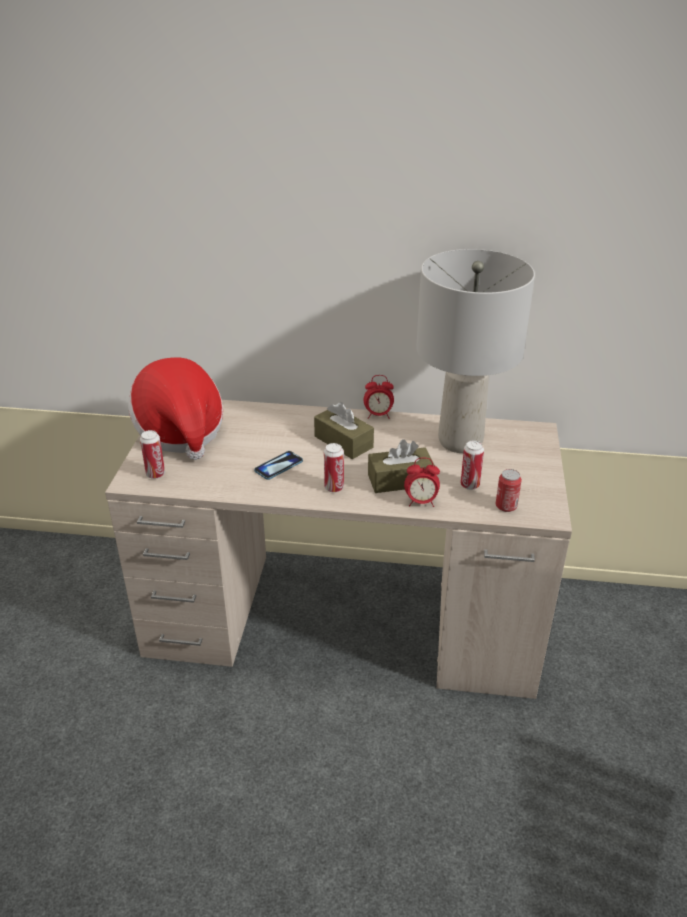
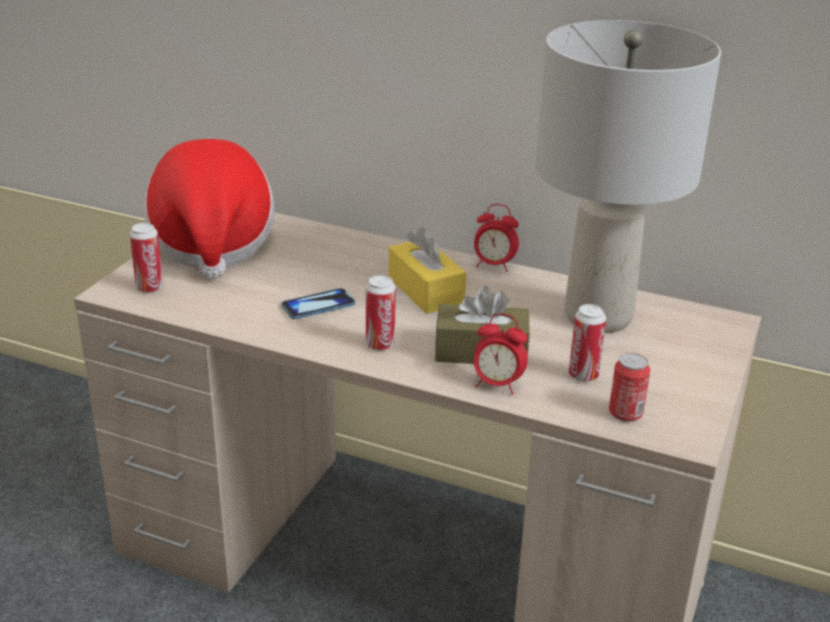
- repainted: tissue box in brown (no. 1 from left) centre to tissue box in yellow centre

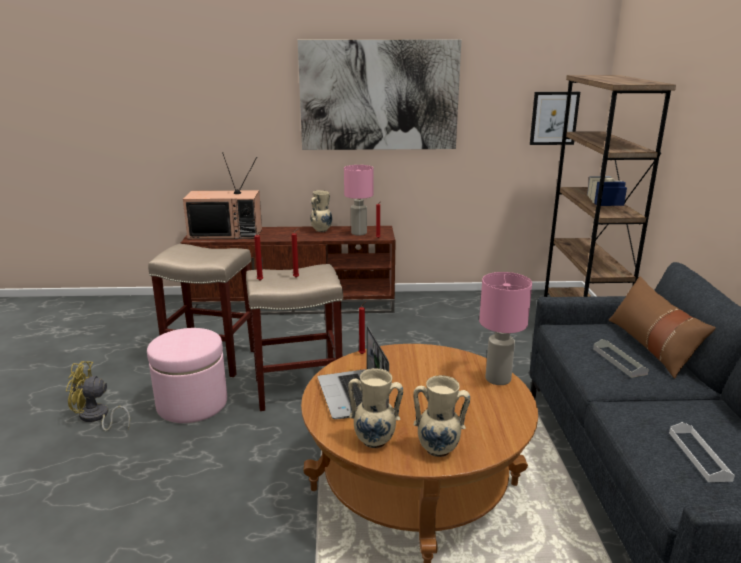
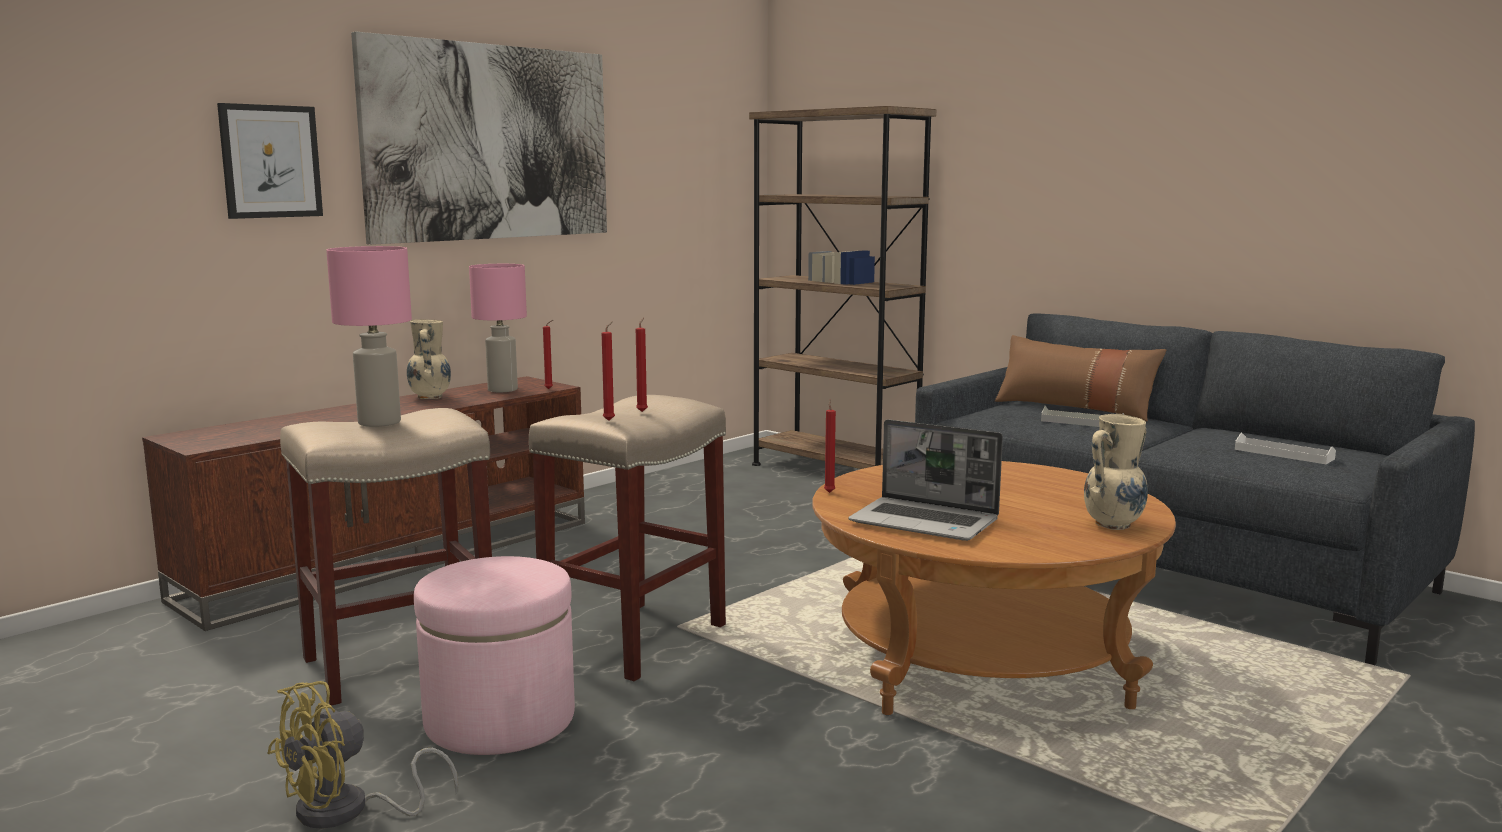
- gone: television middle left
- gone: vase in beige (no. 2 from left) bottom centre
- shifted: table lamp in pink (no. 2 from left in the first image) middle right to table lamp in pink (no. 1 from left) middle left
- shifted: picture (no. 2 from left in the first image) top right to picture (no. 1 from left) top left

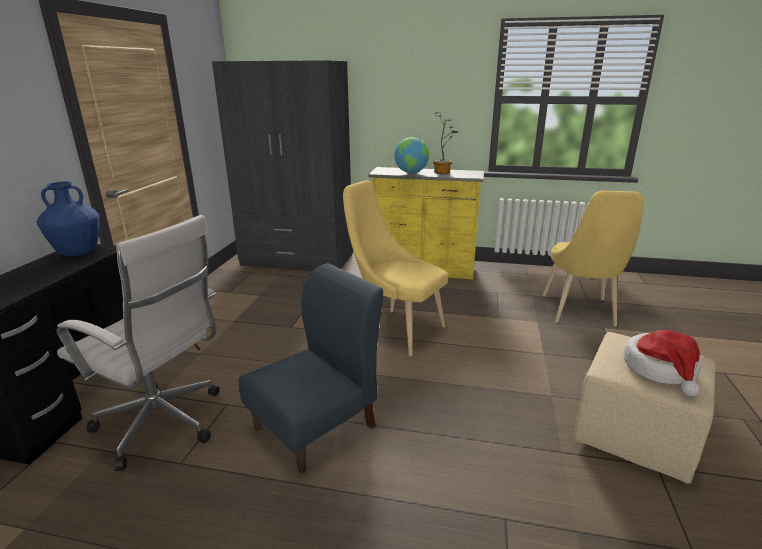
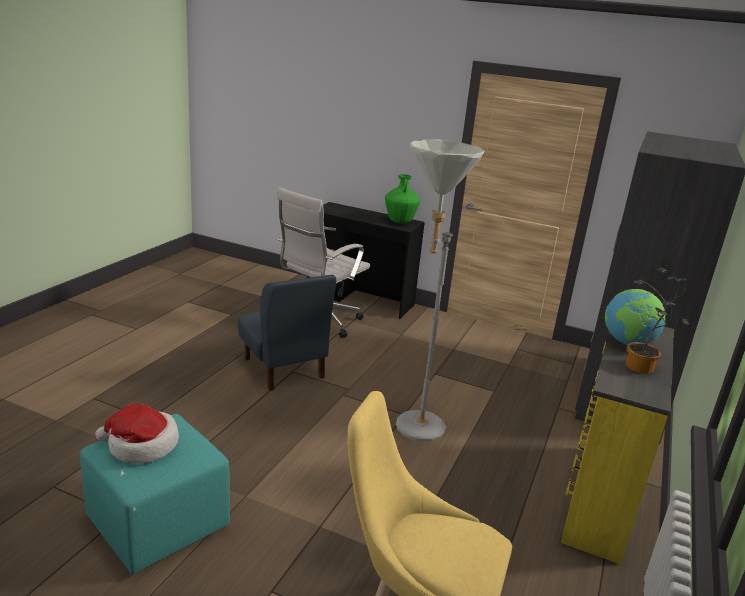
- repainted: vase in blue middle left to vase in green centre
- swapped: chair in yellow (no. 1 from left) centre to floor lamp in grey centre
- repainted: ottoman in beige bottom right to ottoman in turquoise bottom left

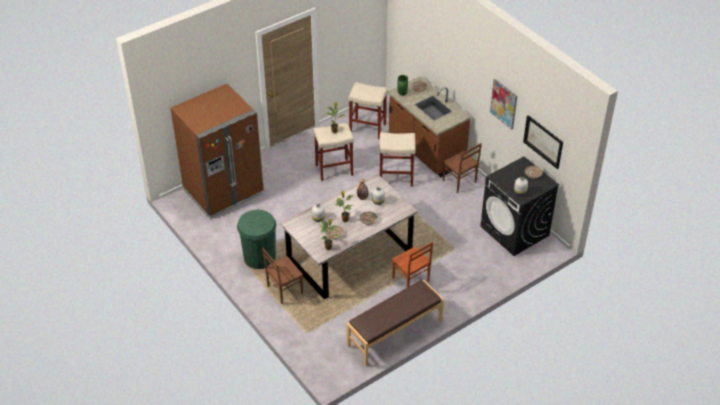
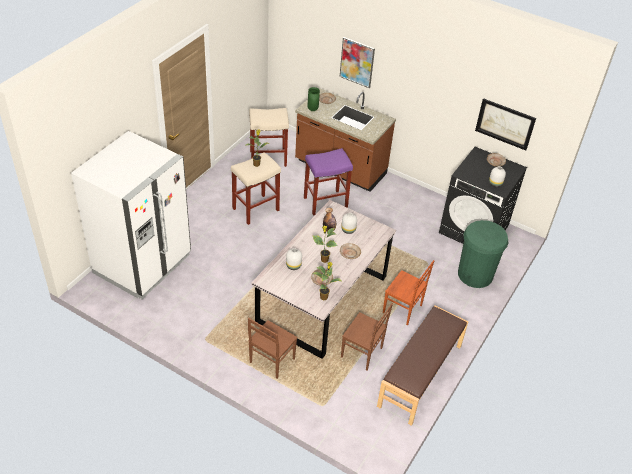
- repainted: fridge in brown middle left to fridge in white middle left
- shifted: trash can in green centre to middle right
- repainted: stool in beige (no. 3 from left) centre to stool in purple centre
- shifted: chair in brown (no. 3 from left in the first image) centre to chair in brown (no. 2 from left) bottom centre
- shifted: picture (no. 1 from left) top right to top centre

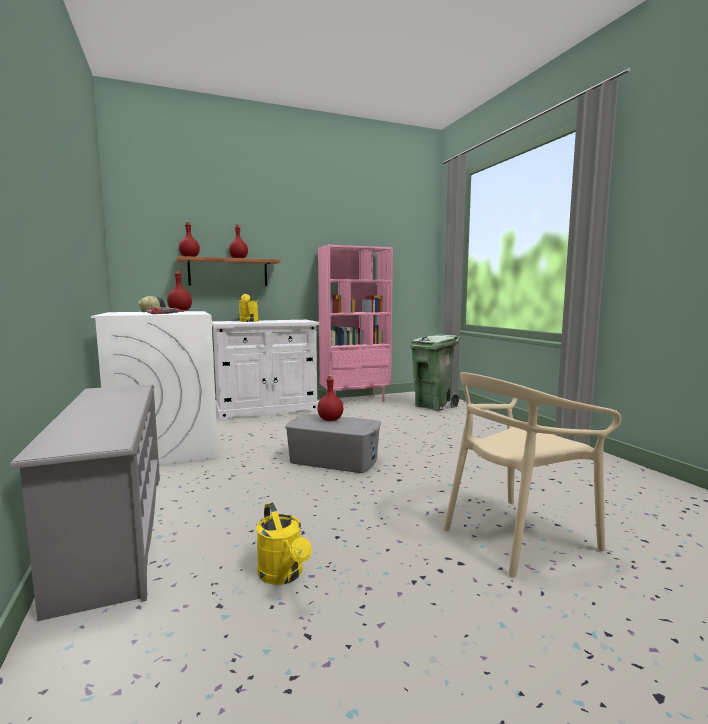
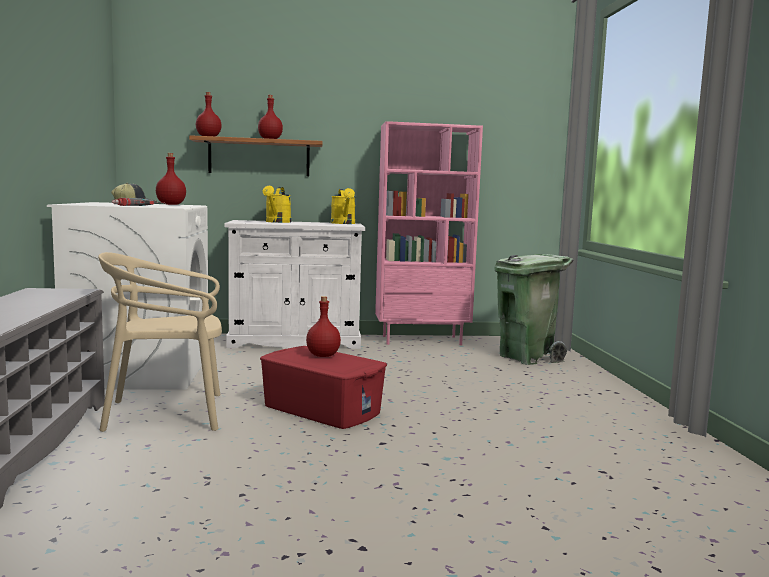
- shifted: watering can in yellow (no. 2 from left) bottom centre to centre
- repainted: storage box in grey centre to storage box in red bottom centre
- shifted: chair in beige middle right to middle left

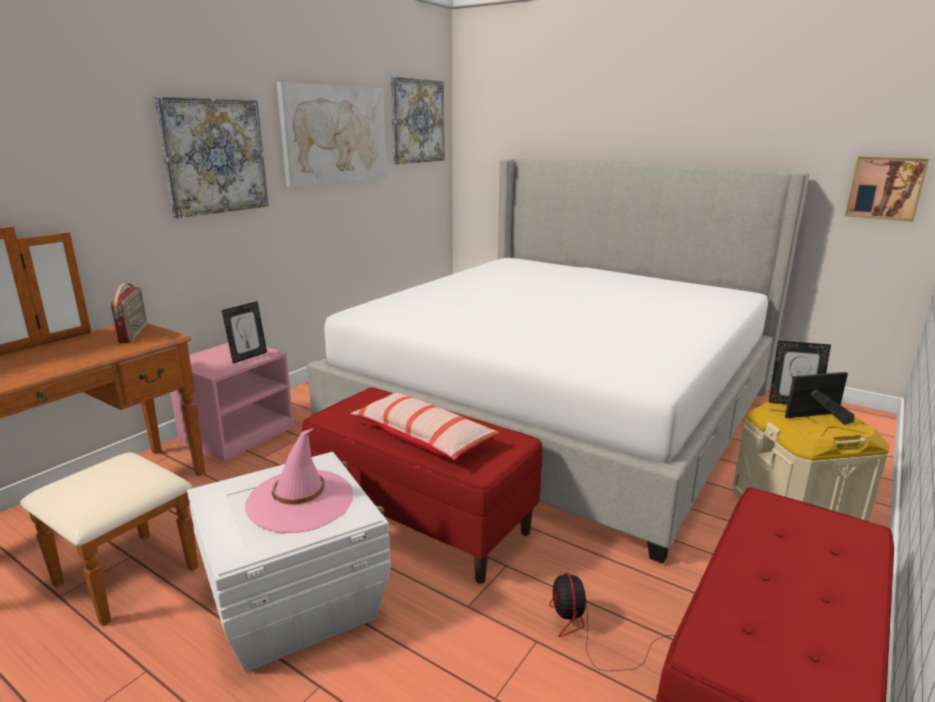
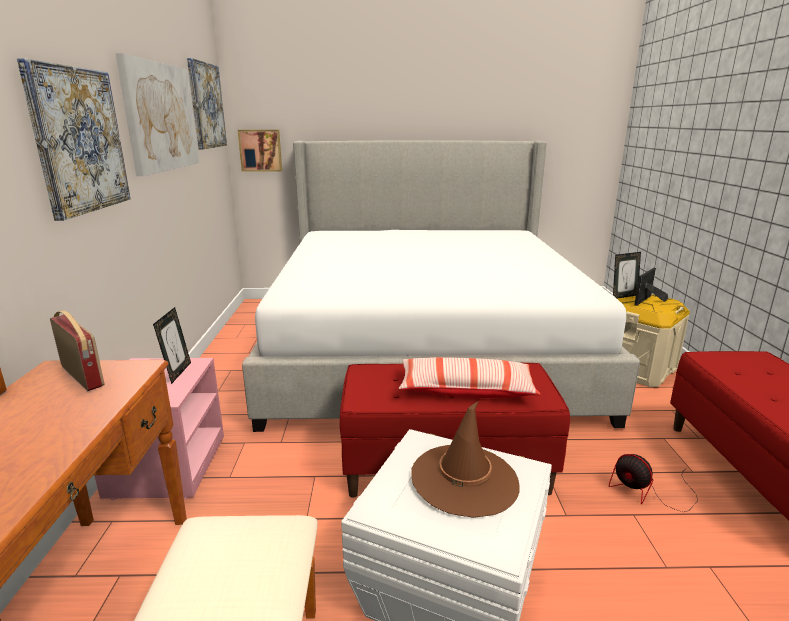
- repainted: hat in pink bottom left to hat in brown bottom centre
- shifted: picture (no. 4 from left) top right to top left

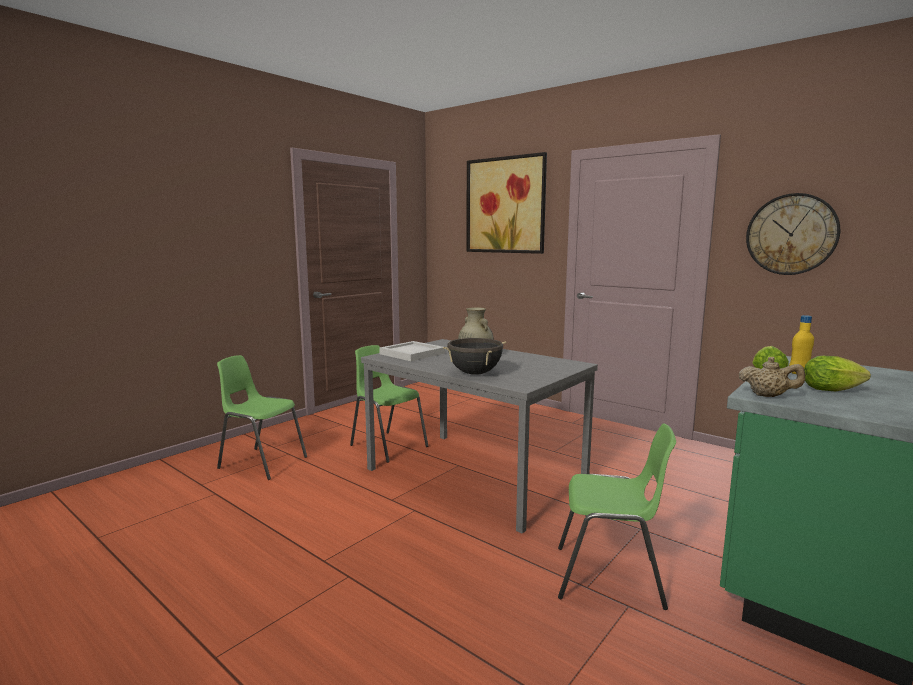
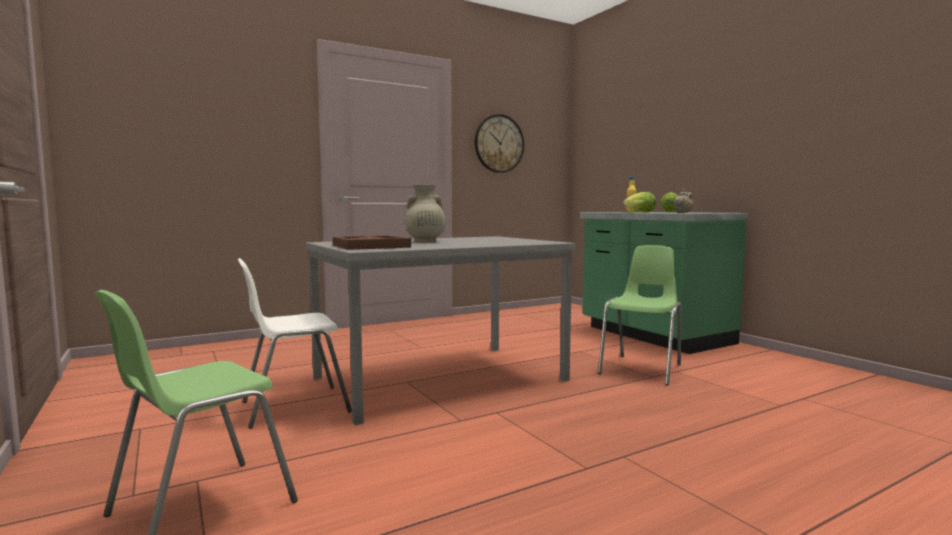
- repainted: chair in green (no. 2 from left) centre to chair in white middle left
- repainted: tray in white centre to tray in brown centre
- gone: cooking pot in black centre
- gone: picture top centre

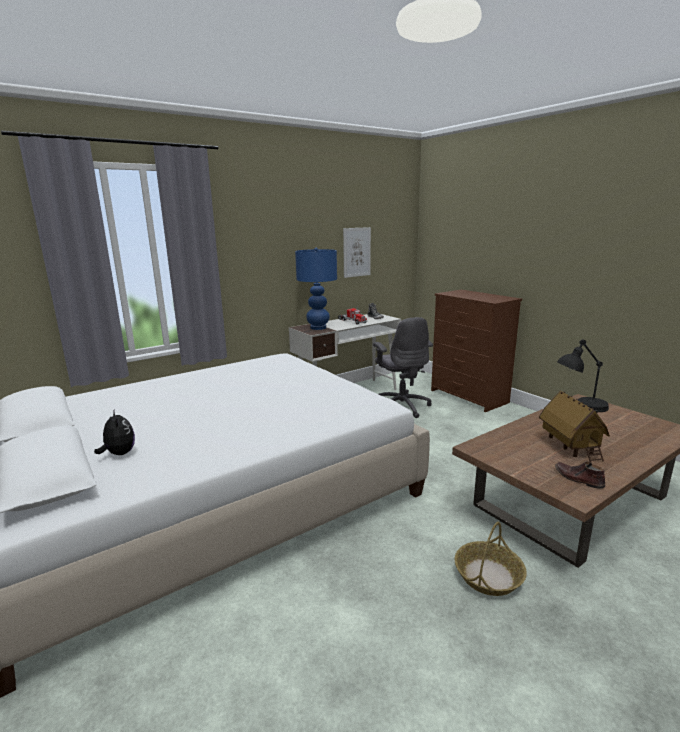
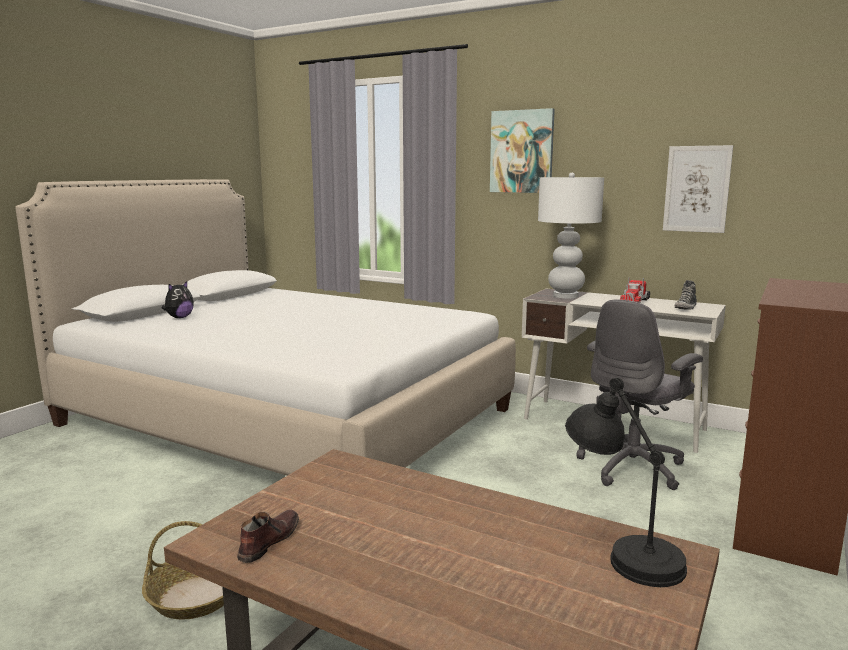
- repainted: table lamp in blue centre to table lamp in white middle right
- gone: toy house middle right
- new: picture (no. 1 from left) top centre

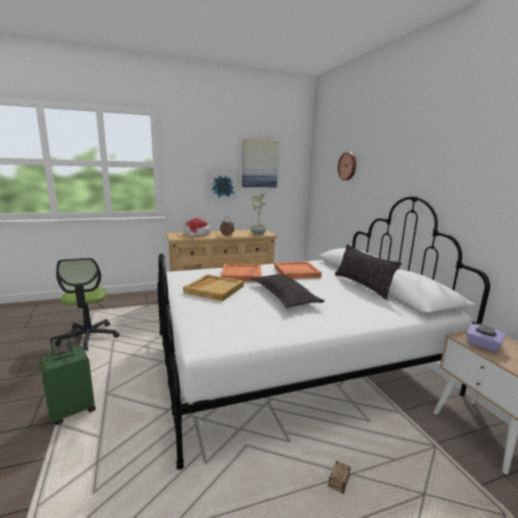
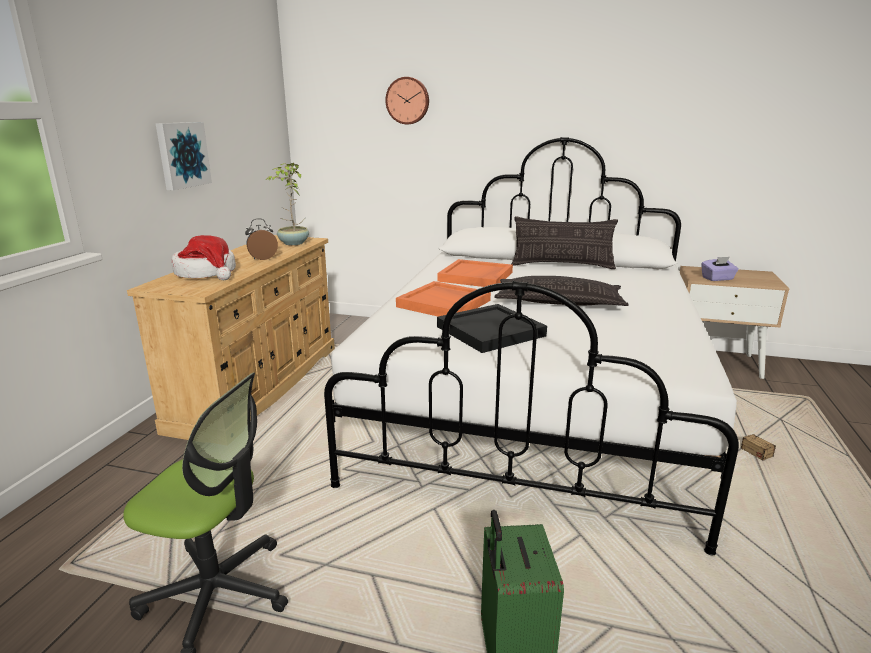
- repainted: tray in beige centre to tray in black centre
- gone: picture (no. 2 from left) top centre

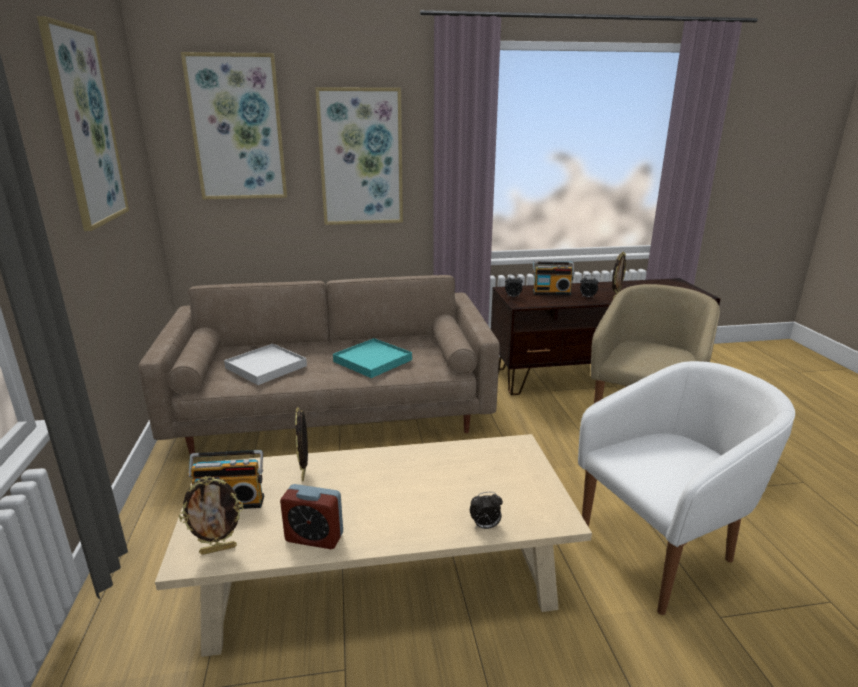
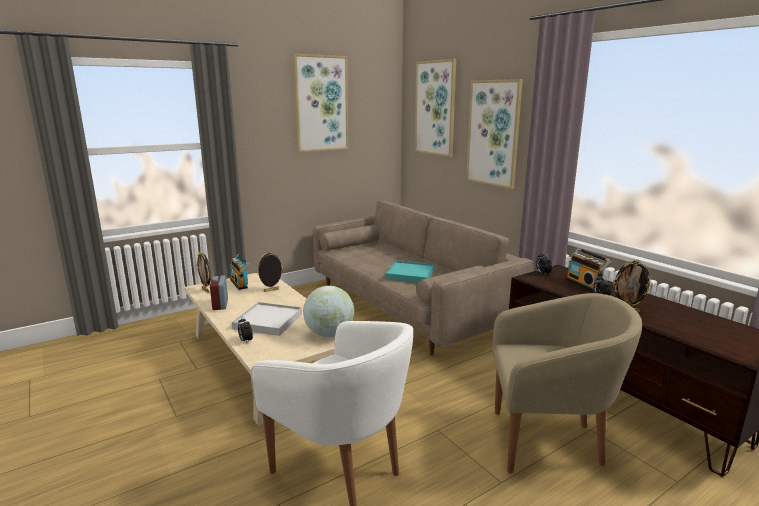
- shifted: tray in white middle left to centre
- new: globe centre

